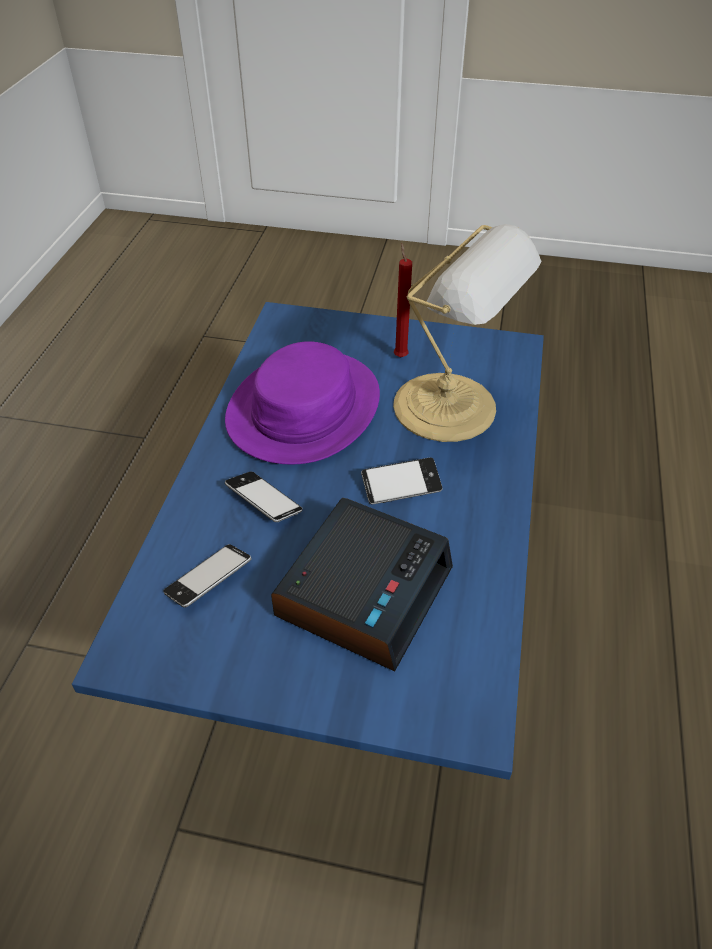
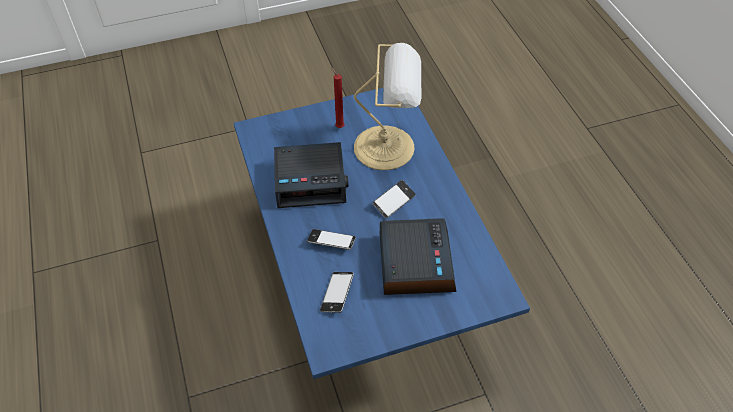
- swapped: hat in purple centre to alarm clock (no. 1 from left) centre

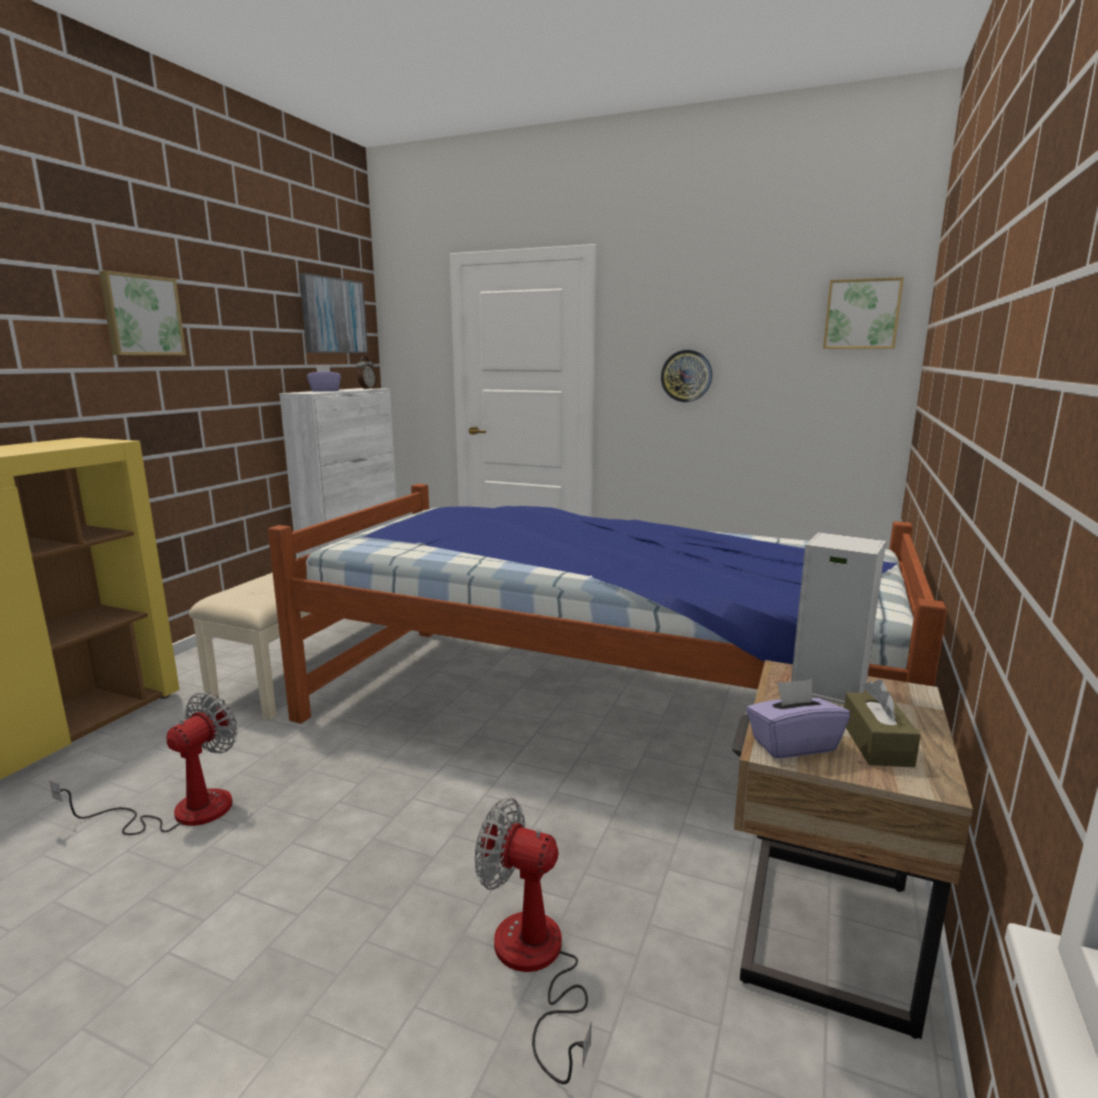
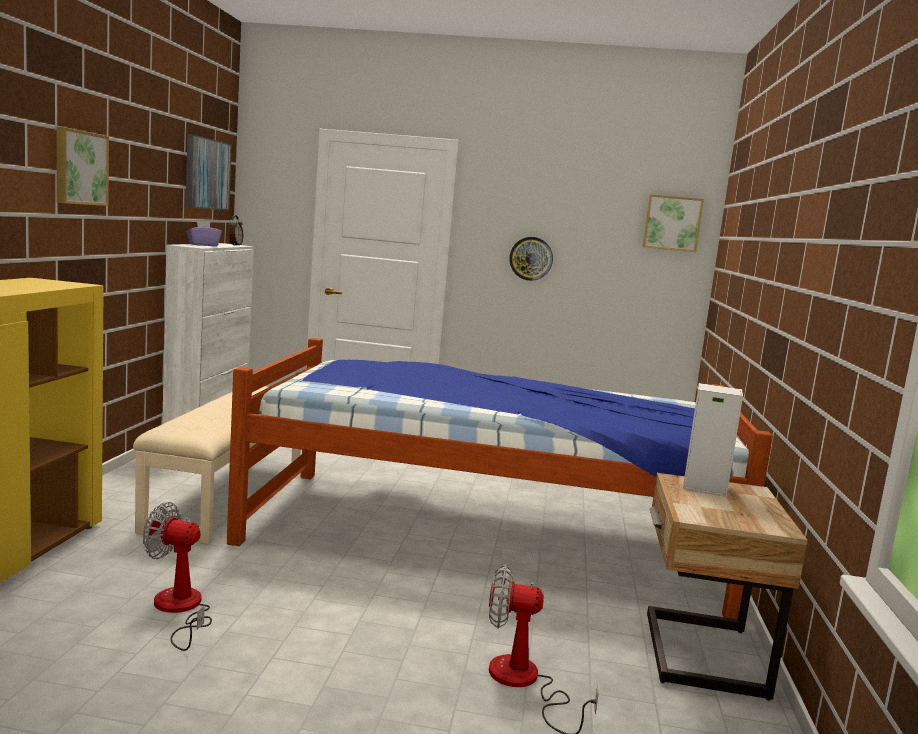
- rotated: fan (no. 1 from left) bottom left = bottom left 90 degrees counterclockwise
- gone: tissue box in purple (no. 2 from left) middle right
- gone: tissue box in brown middle right

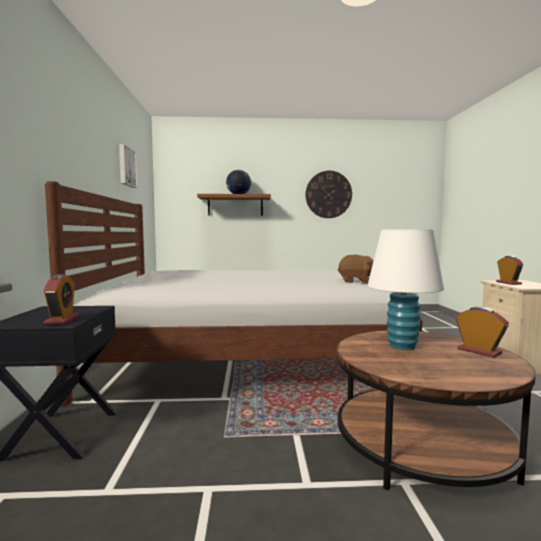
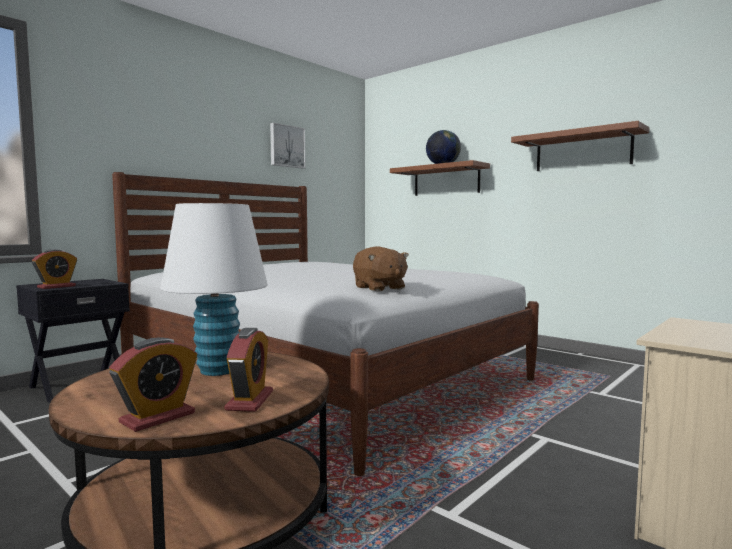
- swapped: wall clock centre to shelf in brown (no. 2 from left) top right
- shifted: alarm clock (no. 3 from left in the first image) middle right to alarm clock (no. 2 from left) bottom left

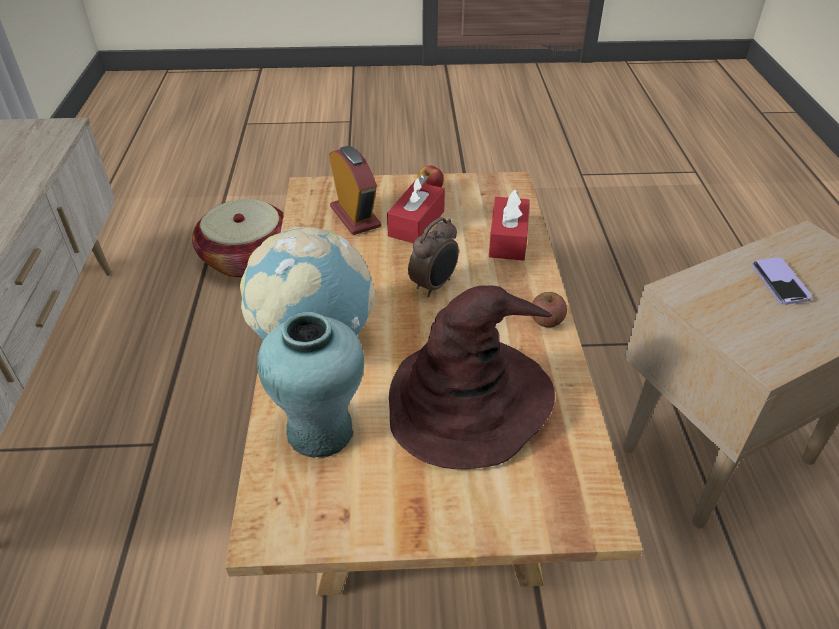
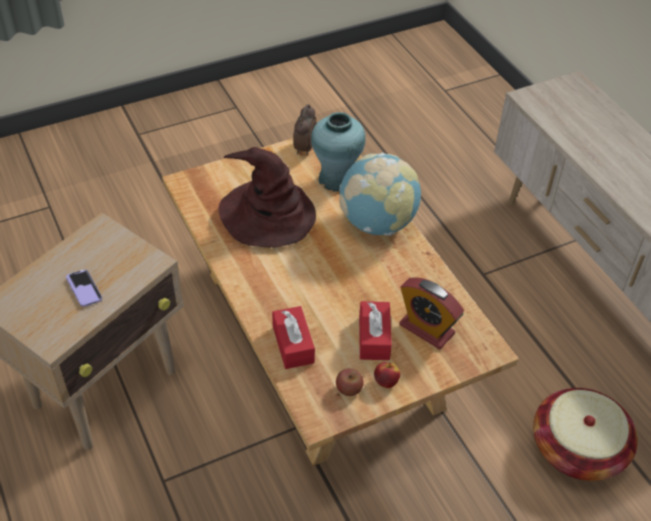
- shifted: alarm clock (no. 2 from left in the first image) centre to alarm clock (no. 1 from left) top centre
- shifted: apple (no. 2 from left in the first image) centre to apple (no. 1 from left) bottom centre

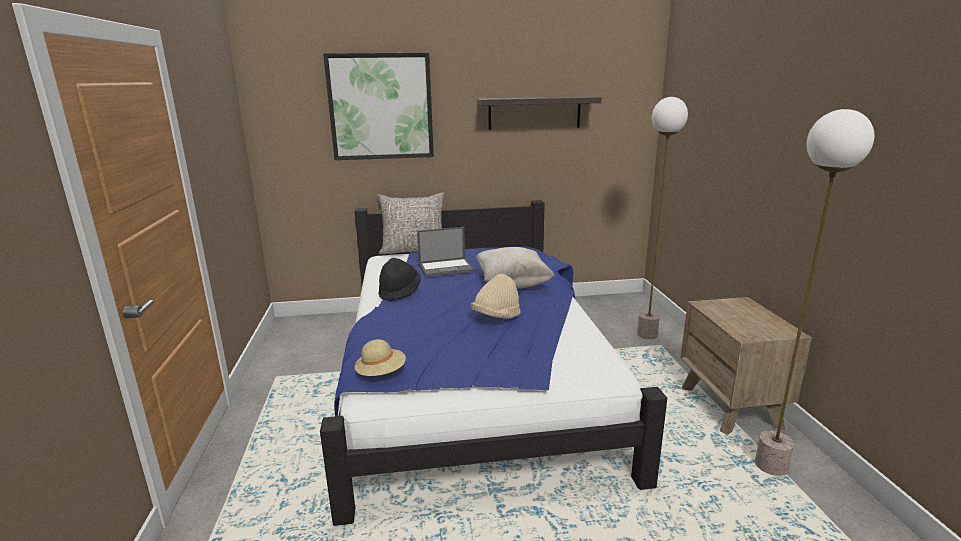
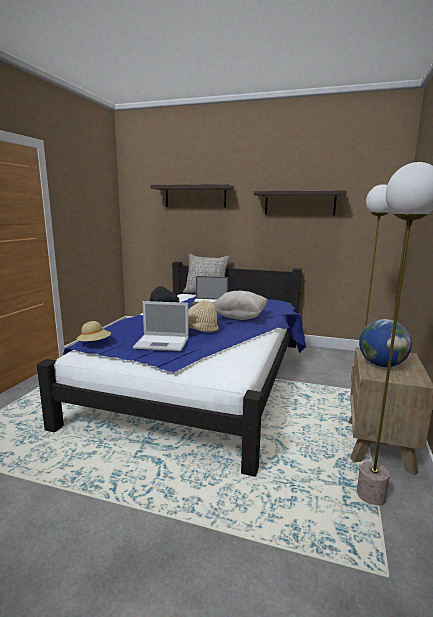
- swapped: picture top centre to shelf (no. 1 from left) top centre
- new: laptop (no. 1 from left) centre
- new: globe middle right

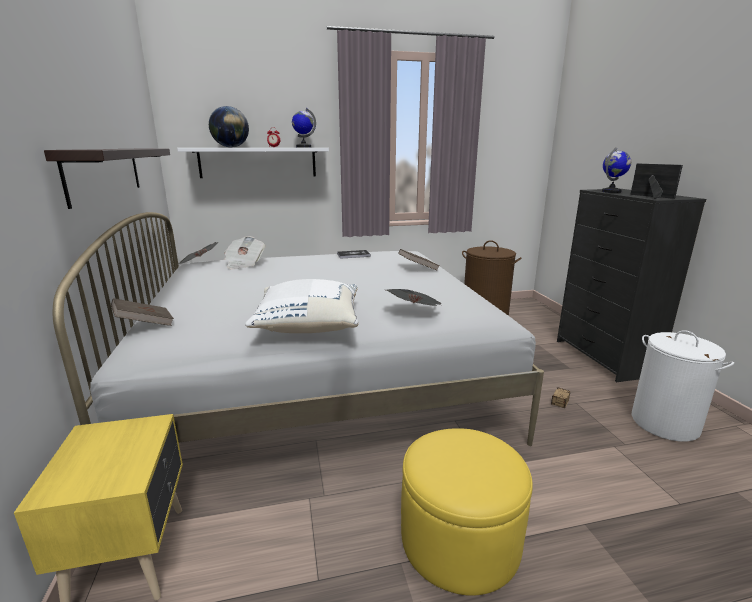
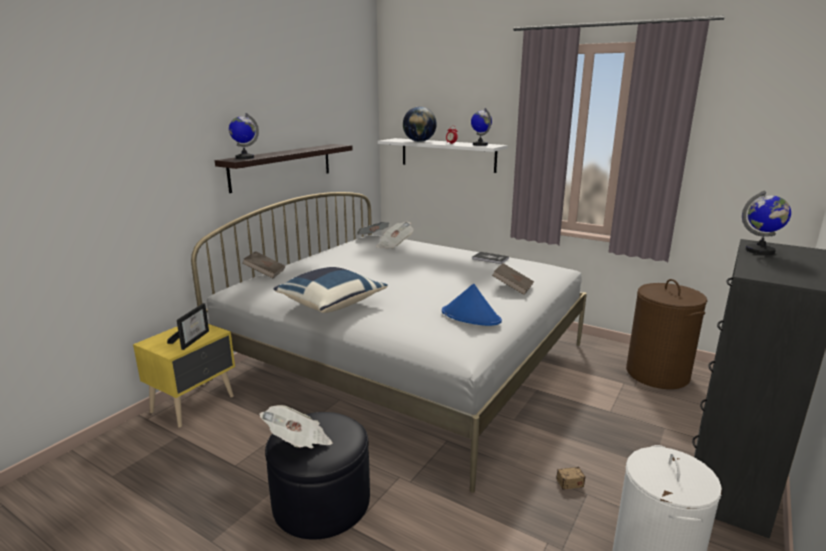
- repainted: pillow in white centre to pillow in blue centre
- shifted: newspaper (no. 3 from left in the first image) centre to newspaper (no. 1 from left) bottom centre
- repainted: ottoman in yellow bottom centre to ottoman in black bottom centre
- shifted: picture frame top right to middle left
- new: globe (no. 1 from left) top left
- new: hat in blue centre

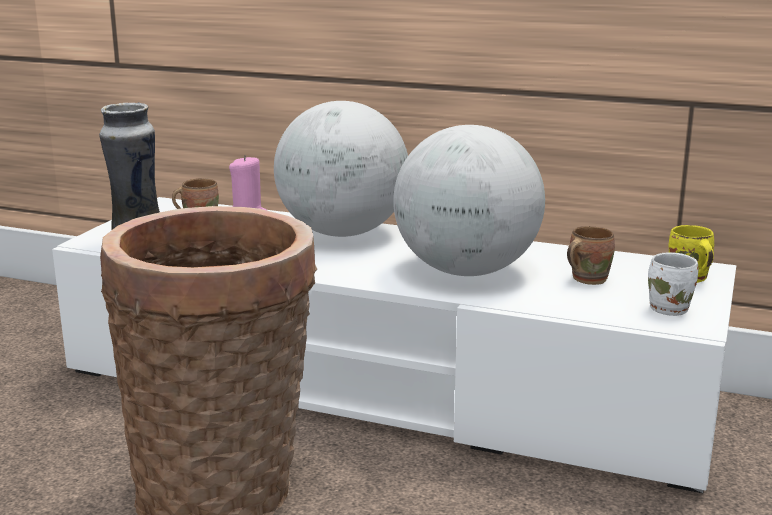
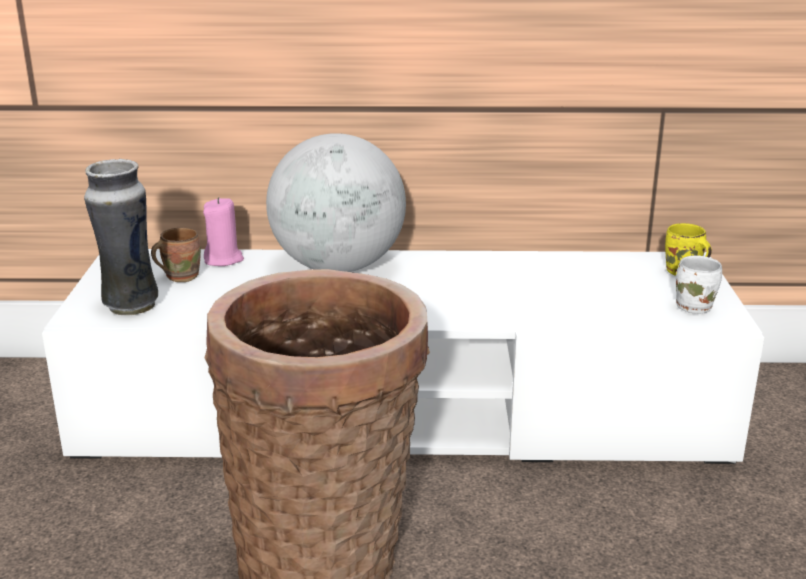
- gone: globe (no. 2 from left) centre
- gone: mug in brown (no. 2 from left) middle right

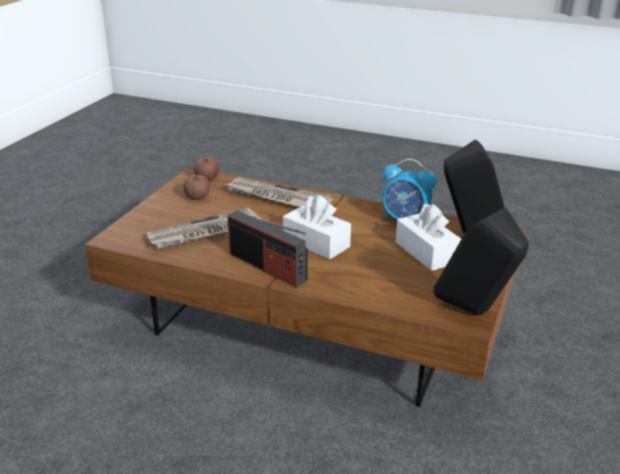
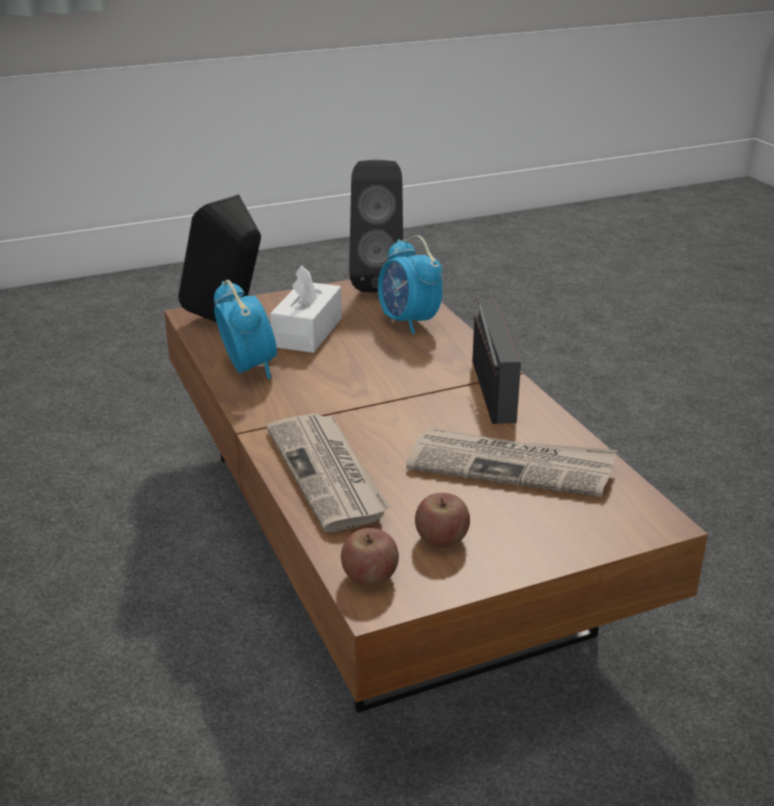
- gone: tissue box in white (no. 1 from left) centre
- new: alarm clock (no. 2 from left) centre

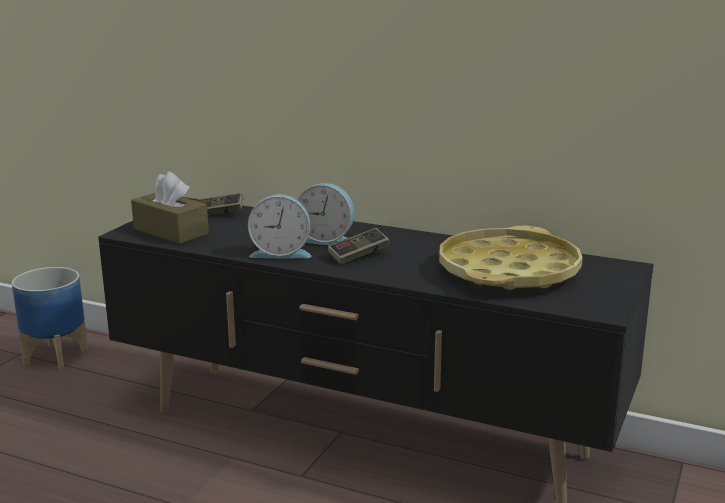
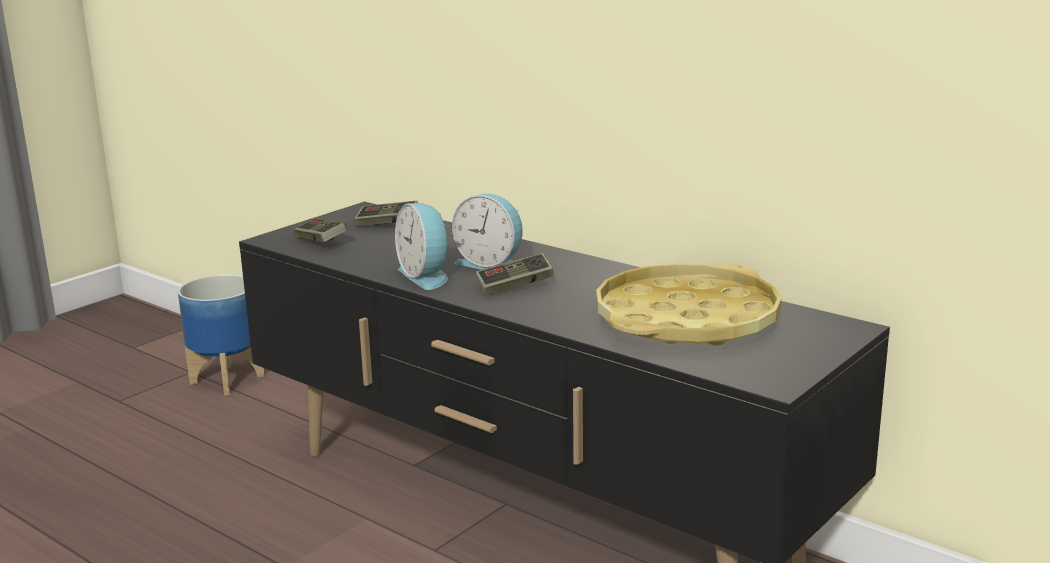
- swapped: tissue box in brown middle left to game controller (no. 1 from left) middle left
- rotated: alarm clock (no. 1 from left) centre = centre 45 degrees clockwise

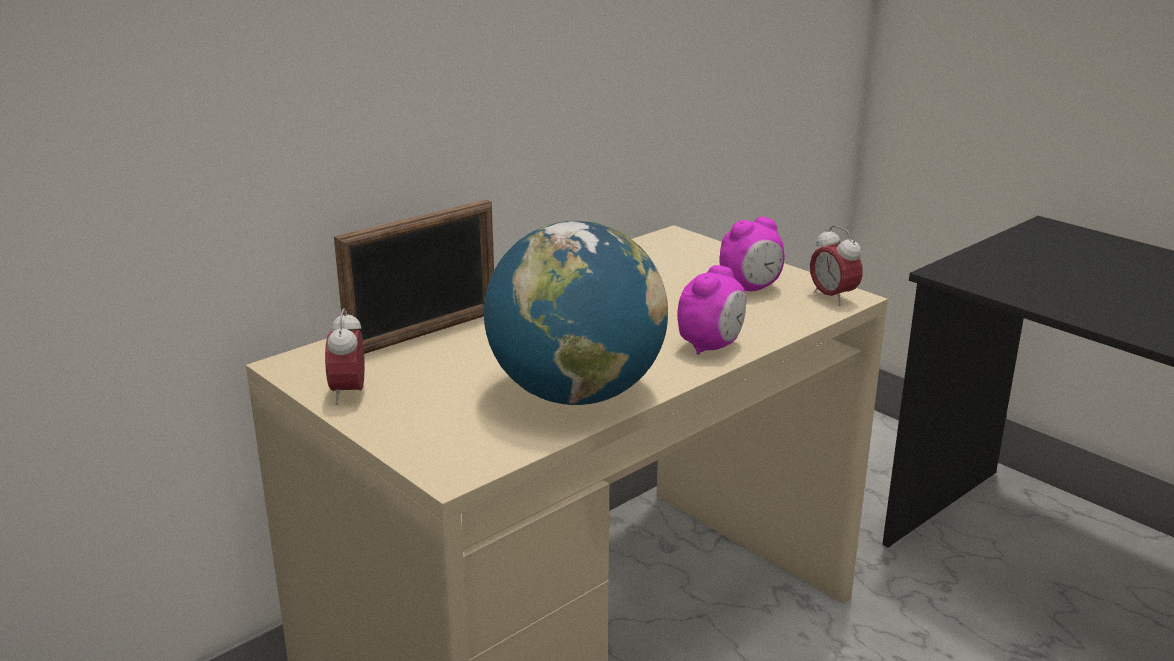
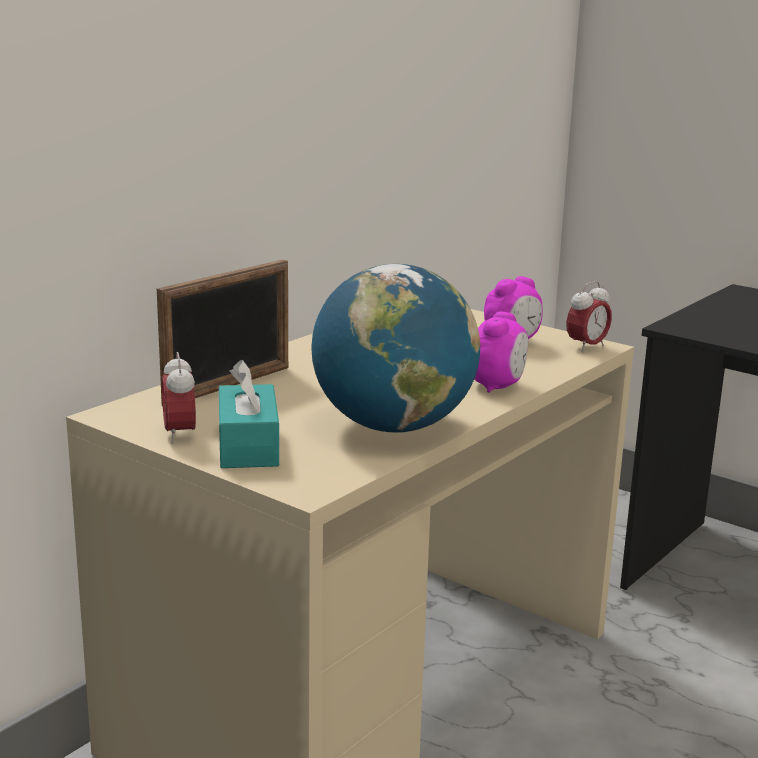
- rotated: alarm clock (no. 4 from left) middle right = middle right 90 degrees counterclockwise
- new: tissue box in turquoise middle left

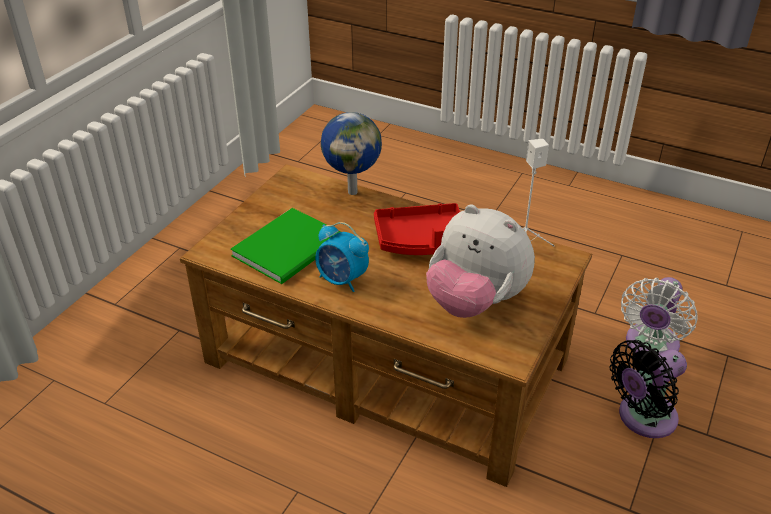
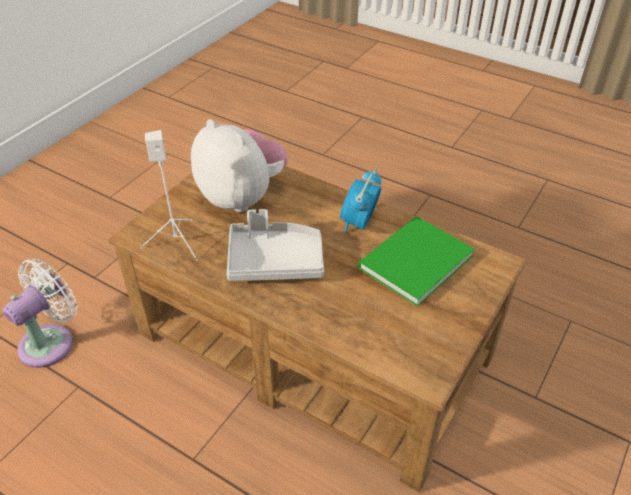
- rotated: alarm clock centre = centre 105 degrees counterclockwise
- gone: globe top centre
- repainted: tray in red centre to tray in grey centre
- gone: fan in black bottom right

